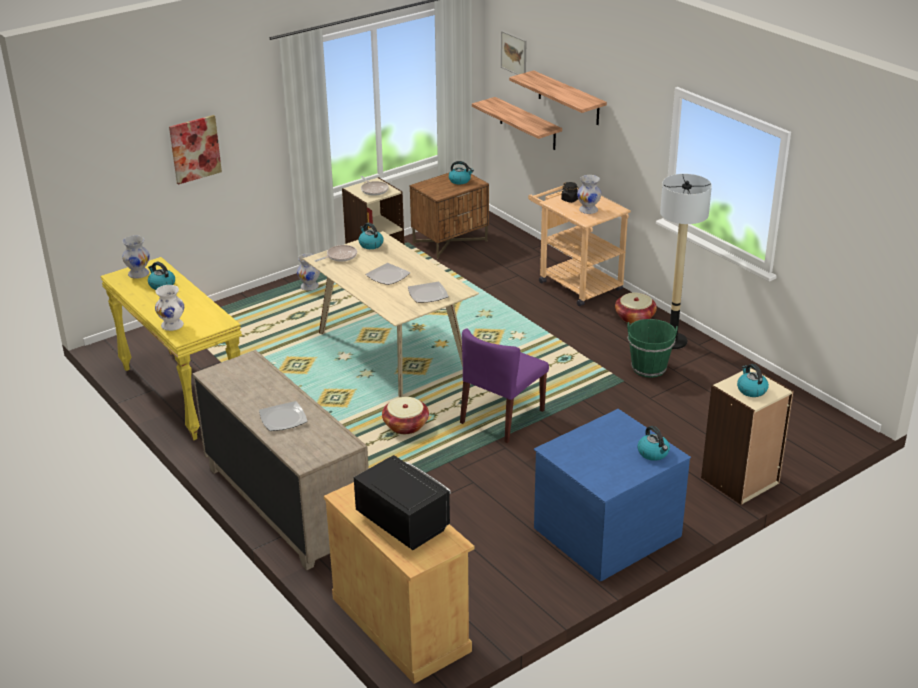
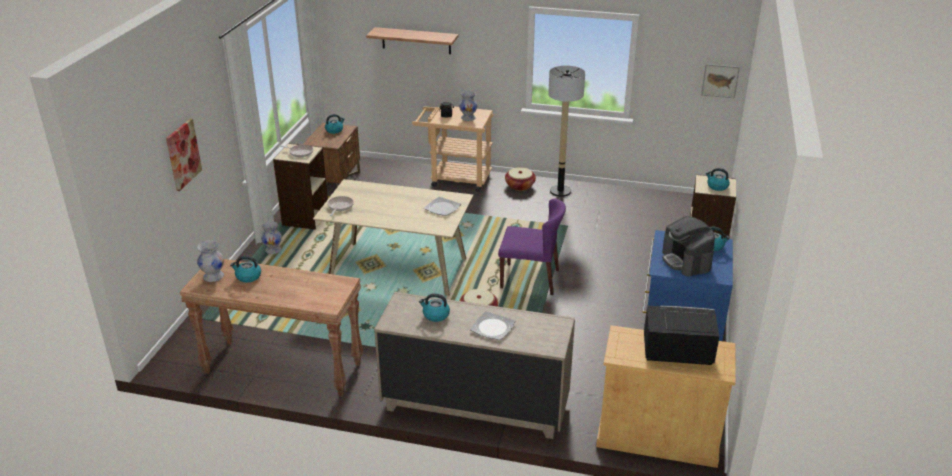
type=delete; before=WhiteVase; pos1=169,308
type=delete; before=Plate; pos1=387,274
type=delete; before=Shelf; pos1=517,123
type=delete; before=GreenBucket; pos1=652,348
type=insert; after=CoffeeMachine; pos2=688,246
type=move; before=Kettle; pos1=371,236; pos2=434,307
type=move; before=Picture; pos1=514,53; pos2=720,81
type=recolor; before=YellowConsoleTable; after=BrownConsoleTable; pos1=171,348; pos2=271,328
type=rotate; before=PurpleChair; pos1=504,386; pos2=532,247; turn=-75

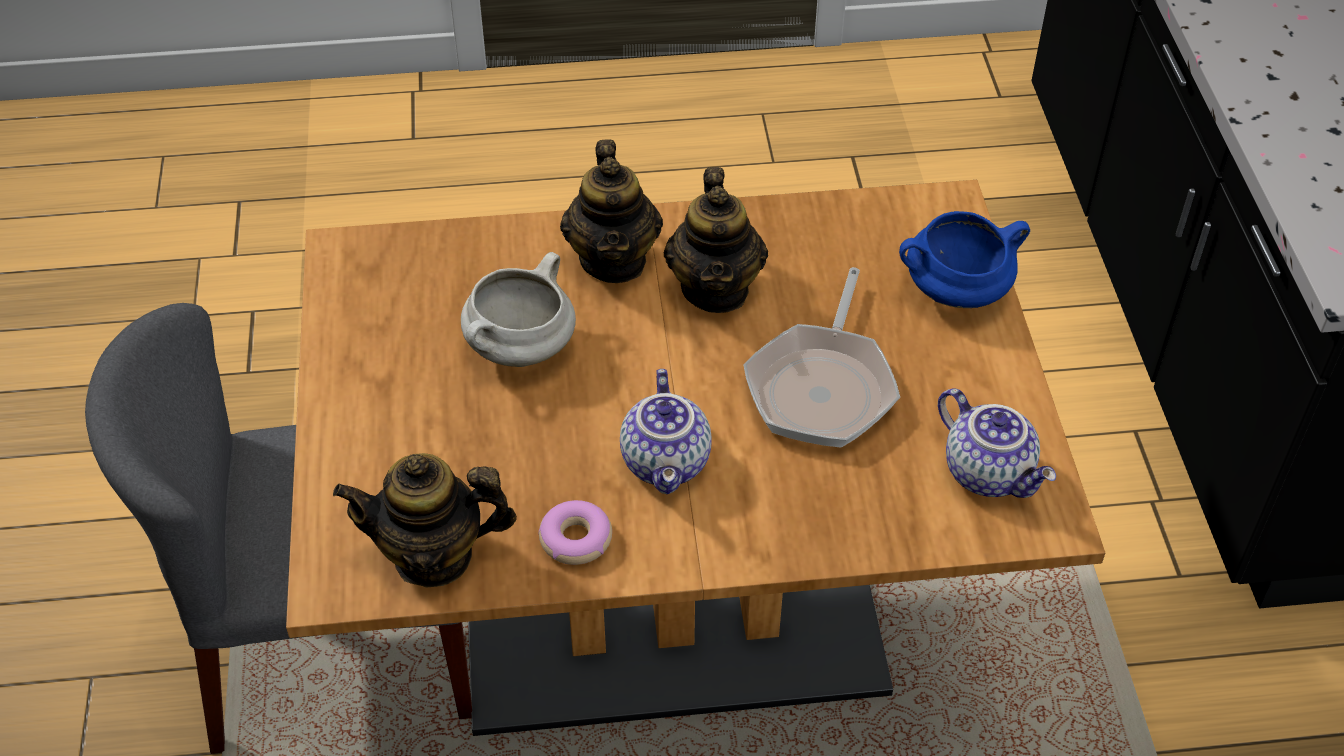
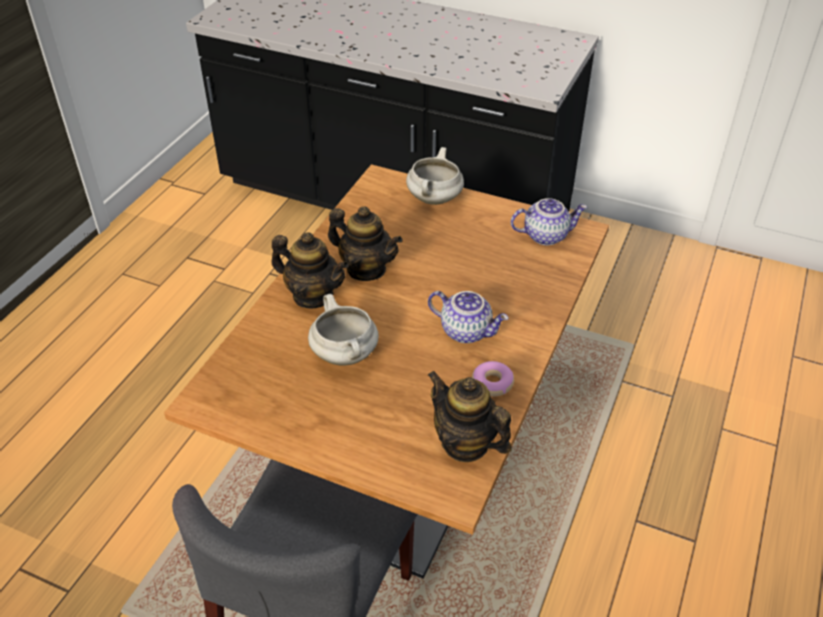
type=delete; before=FryingPan; pos1=822,357
type=recolor; before=BlueCookingPot; after=WhiteCookingPot; pos1=964,259; pos2=435,176
type=rotate; before=Teapot; pos1=425,520; pos2=469,416; turn=105

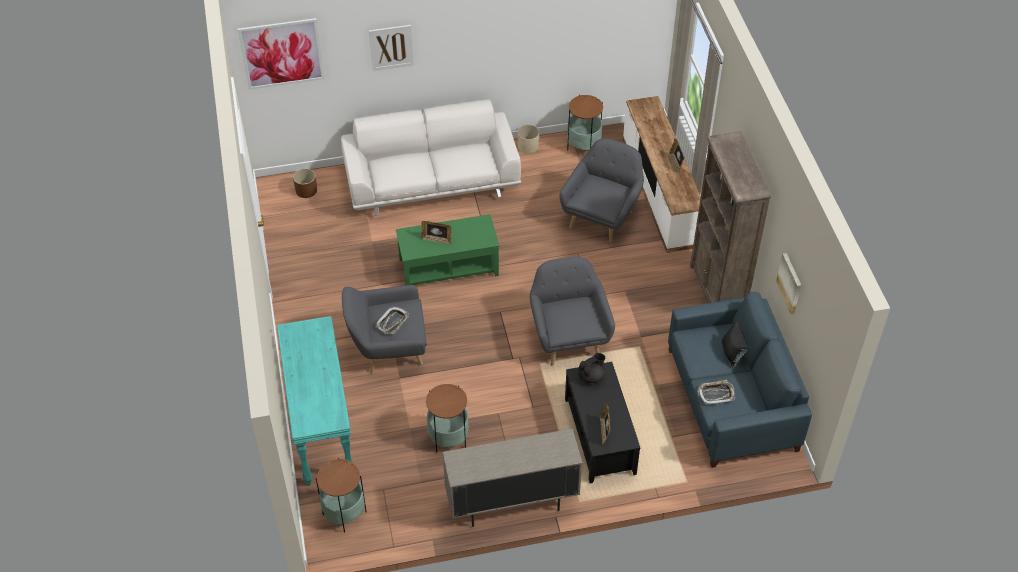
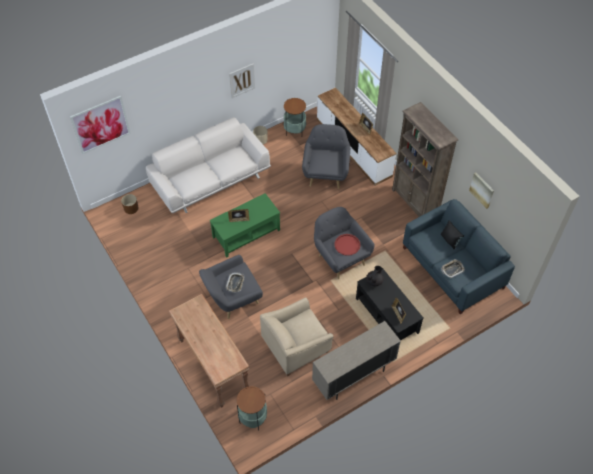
type=insert; after=RedTray; pos2=347,245
type=move; before=Picture; pos1=391,48; pos2=242,81
type=replace; before=SideTable; after=BeigeArmchair; pos1=447,418; pos2=296,336
type=recolor; before=TurquoiseConsoleTable; after=BrownConsoleTable; pos1=315,401; pos2=209,351

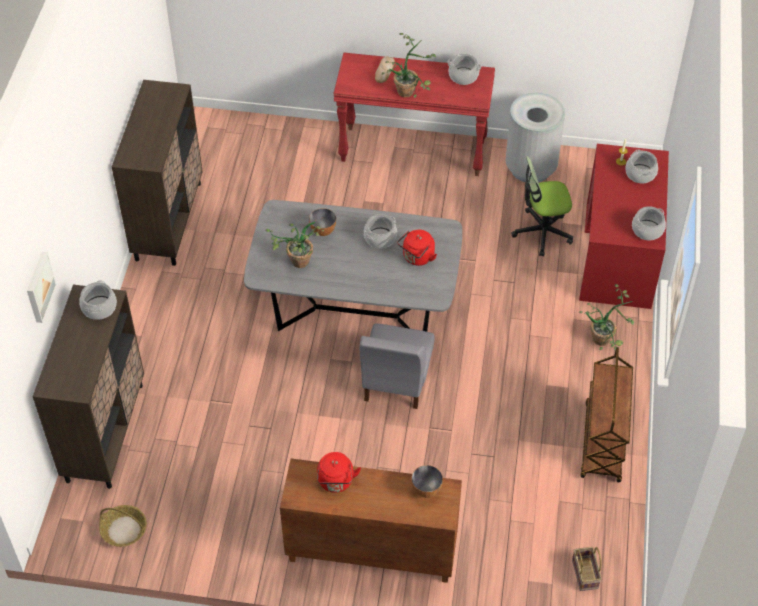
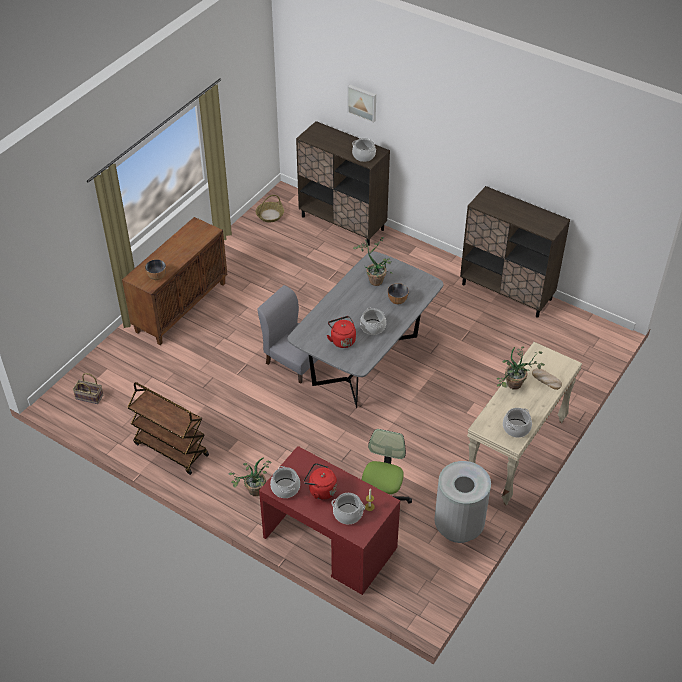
type=move; before=RedKettle; pos1=339,472; pos2=320,481
type=recolor; before=RedConsoleTable; after=BeigeConsoleTable; pos1=414,114; pos2=524,424

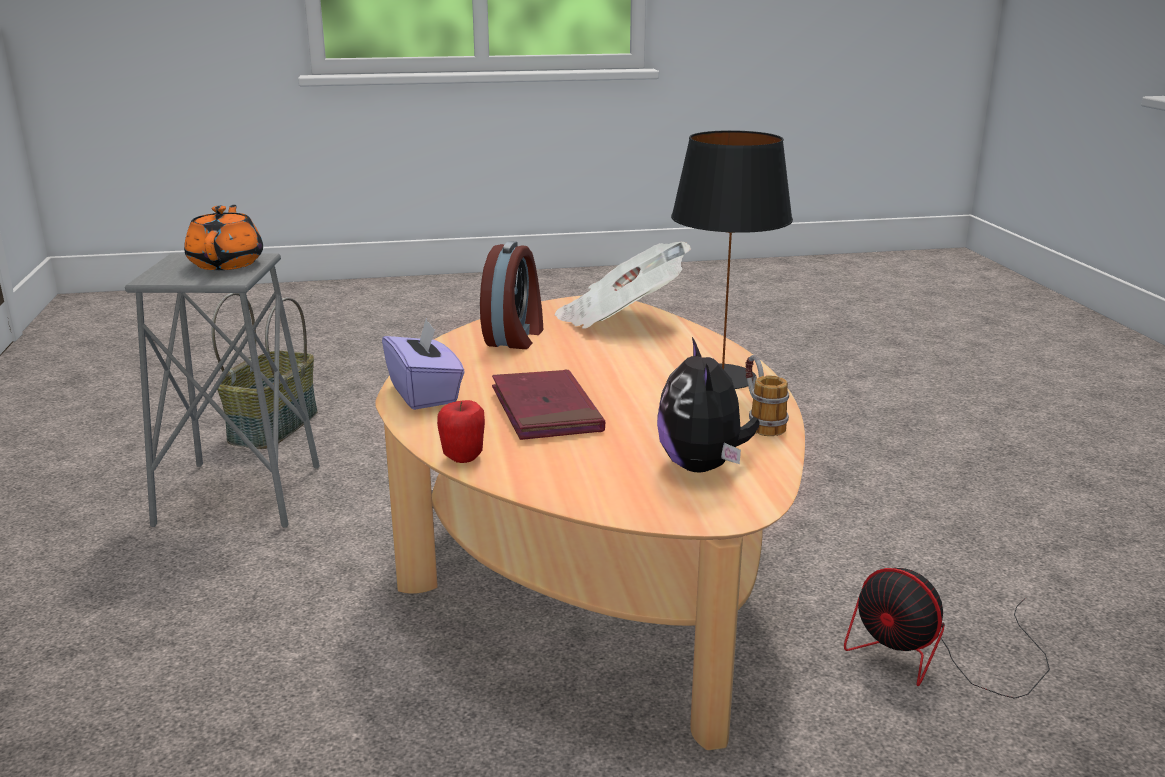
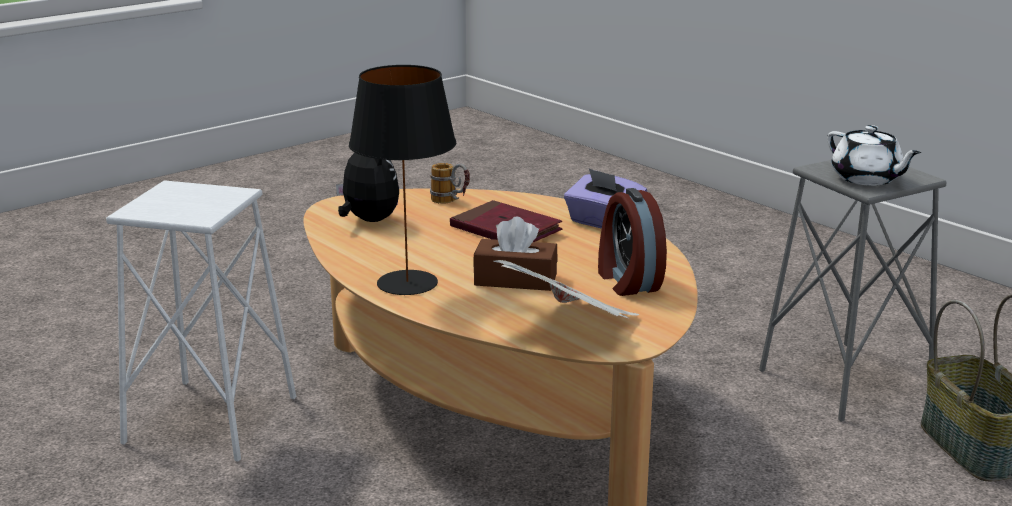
type=delete; before=Apple; pos1=461,431
type=insert; after=BrownTissueBox; pos2=515,254
type=move; before=Mug; pos1=767,395; pos2=450,183
type=replace; before=Fan; after=WhiteStool; pos1=947,633; pos2=201,321
type=recolor; before=OrangeTeapot; after=WhiteTeapot; pos1=223,237; pos2=874,155

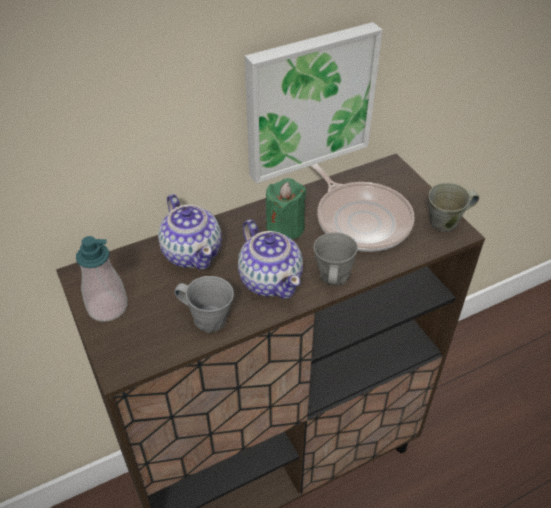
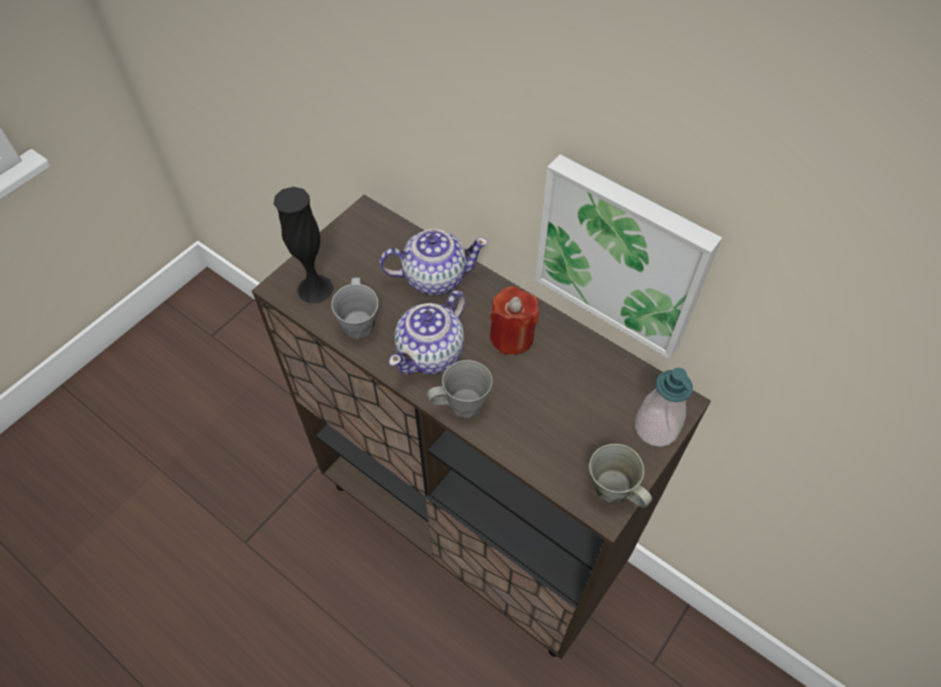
type=delete; before=FryingPan; pos1=362,208
type=insert; after=BlackVase; pos2=304,245
type=move; before=SoapDispenser; pos1=101,279; pos2=664,407
type=recolor; before=GreenCandle; after=RedCandle; pos1=286,208; pos2=514,321
type=rotate; before=Teapot; pos1=190,232; pos2=433,262; turn=-135

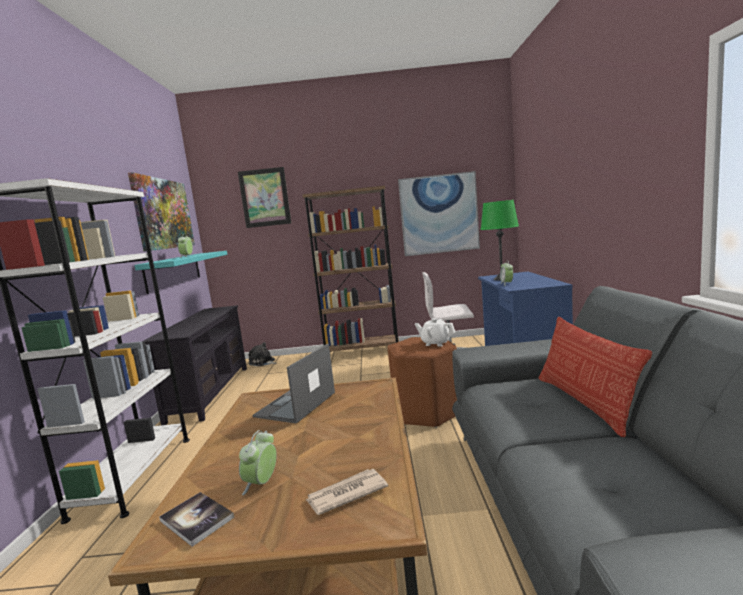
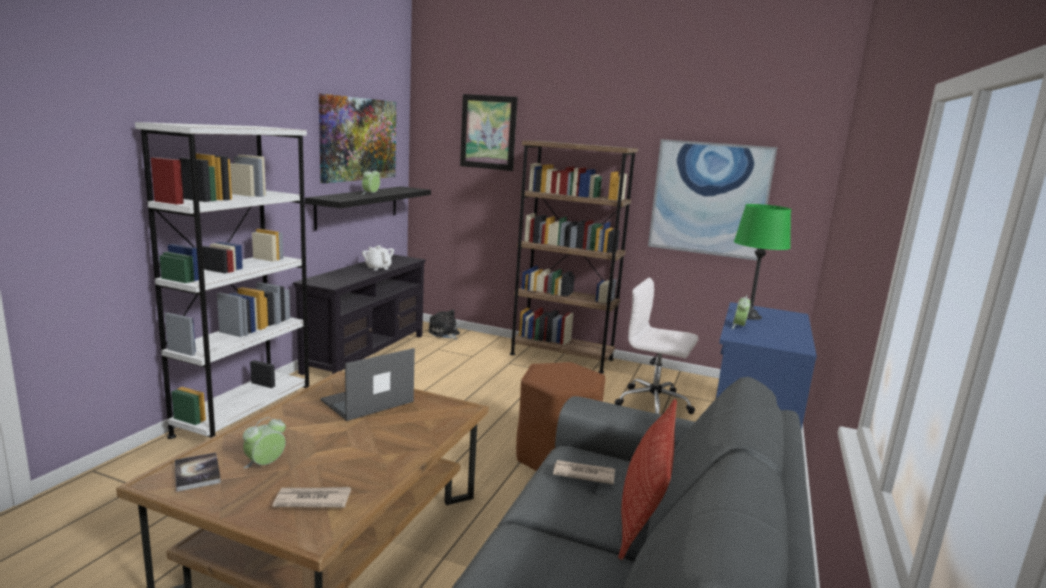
type=insert; after=Newspaper; pos2=584,472
type=move; before=WhiteTeapot; pos1=435,332; pos2=378,258
type=recolor; before=TurquoiseShelf; after=BlackShelf; pos1=181,272; pos2=368,209

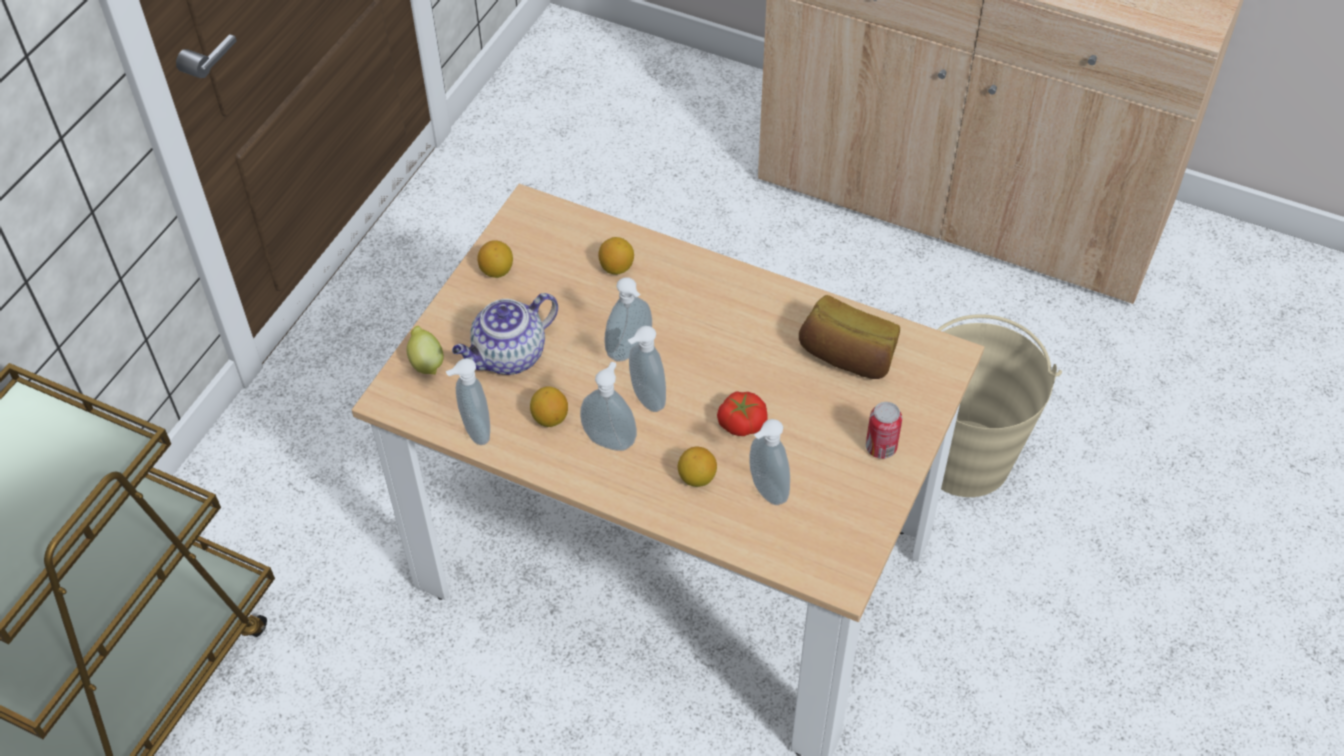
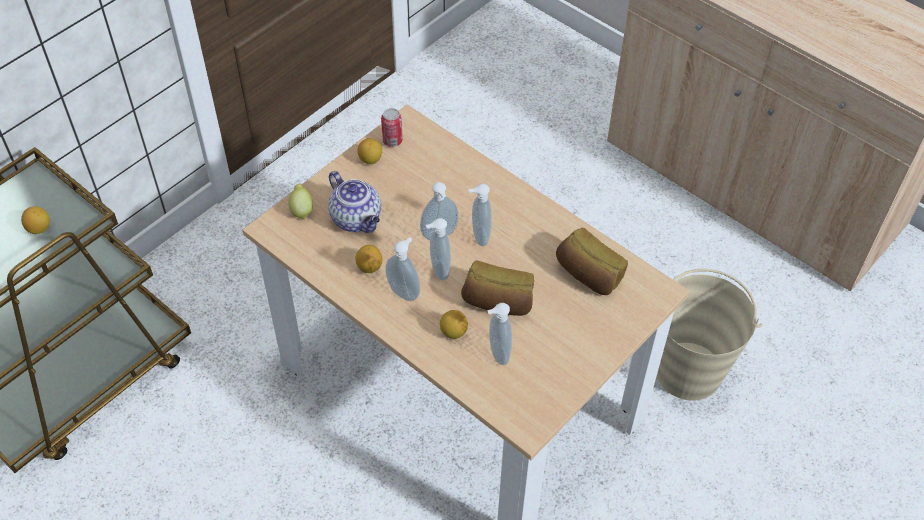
type=move; before=SoapDispenser; pos1=467,401; pos2=480,215
type=move; before=Lemon; pos1=616,256; pos2=35,220
type=move; before=Can; pos1=884,430; pos2=392,127
type=replace; before=Tomato; after=Bread; pos1=742,413; pos2=497,288
type=rotate; before=Teapot; pos1=505,334; pos2=354,202; turn=-105

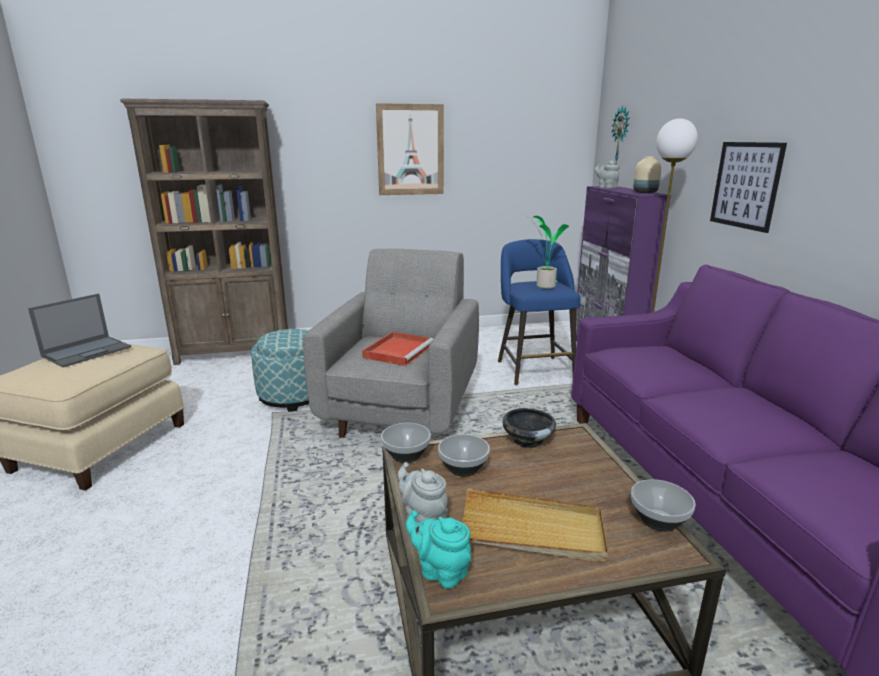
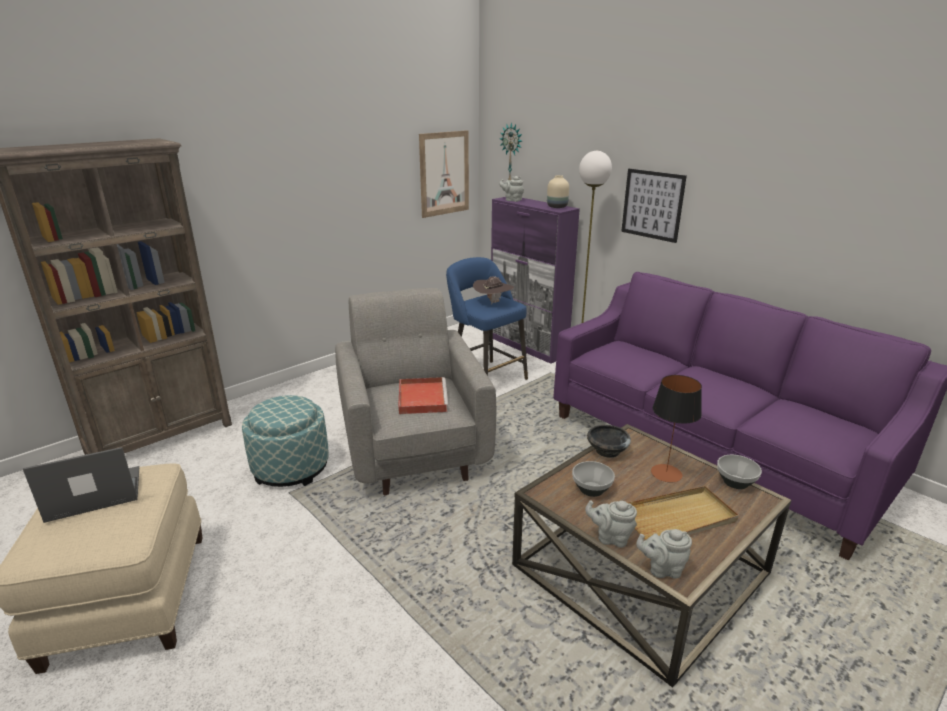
type=delete; before=Bowl; pos1=406,443
type=insert; after=TableLamp; pos2=676,428
type=move; before=Picture; pos1=410,149; pos2=444,174
type=replace; before=PottedPlant; after=BrownHat; pos1=548,252; pos2=493,290
type=recolor; before=TurquoiseTeapot; after=GreyTeapot; pos1=438,549; pos2=664,554
type=rotate; before=Laptop; pos1=79,330; pos2=81,485; turn=-120

